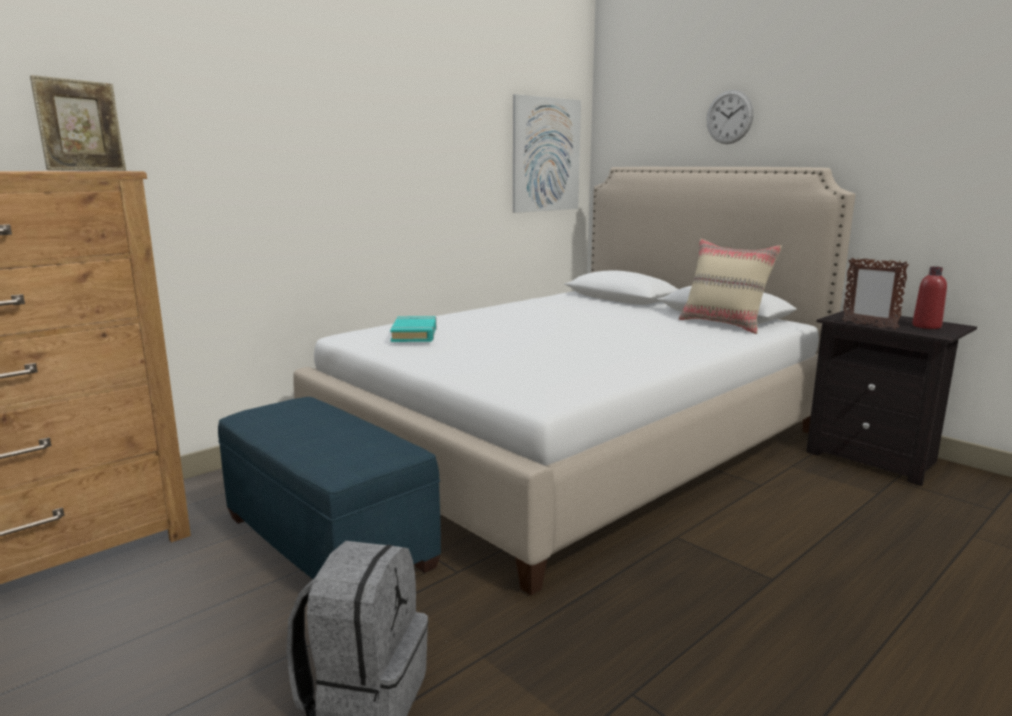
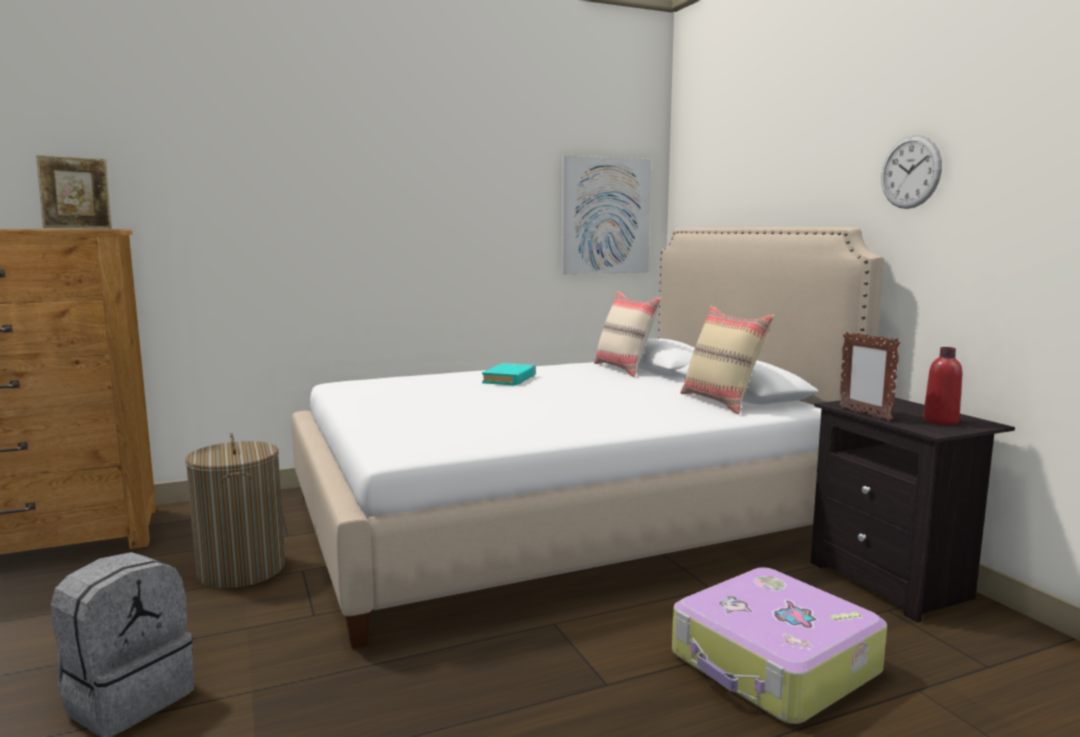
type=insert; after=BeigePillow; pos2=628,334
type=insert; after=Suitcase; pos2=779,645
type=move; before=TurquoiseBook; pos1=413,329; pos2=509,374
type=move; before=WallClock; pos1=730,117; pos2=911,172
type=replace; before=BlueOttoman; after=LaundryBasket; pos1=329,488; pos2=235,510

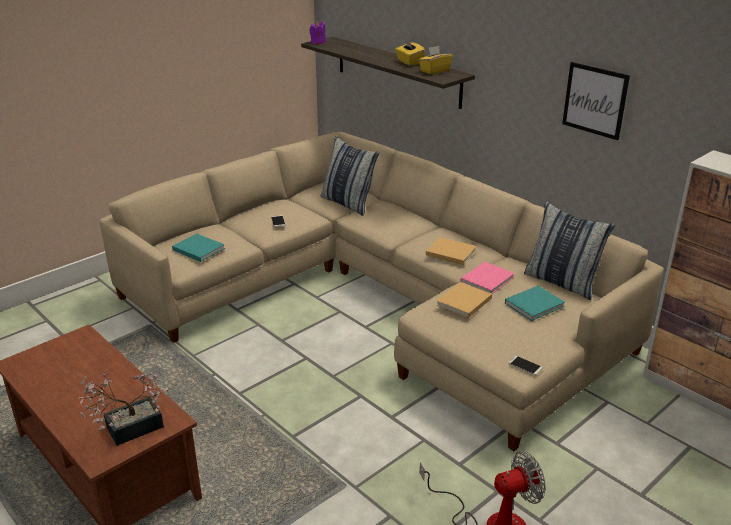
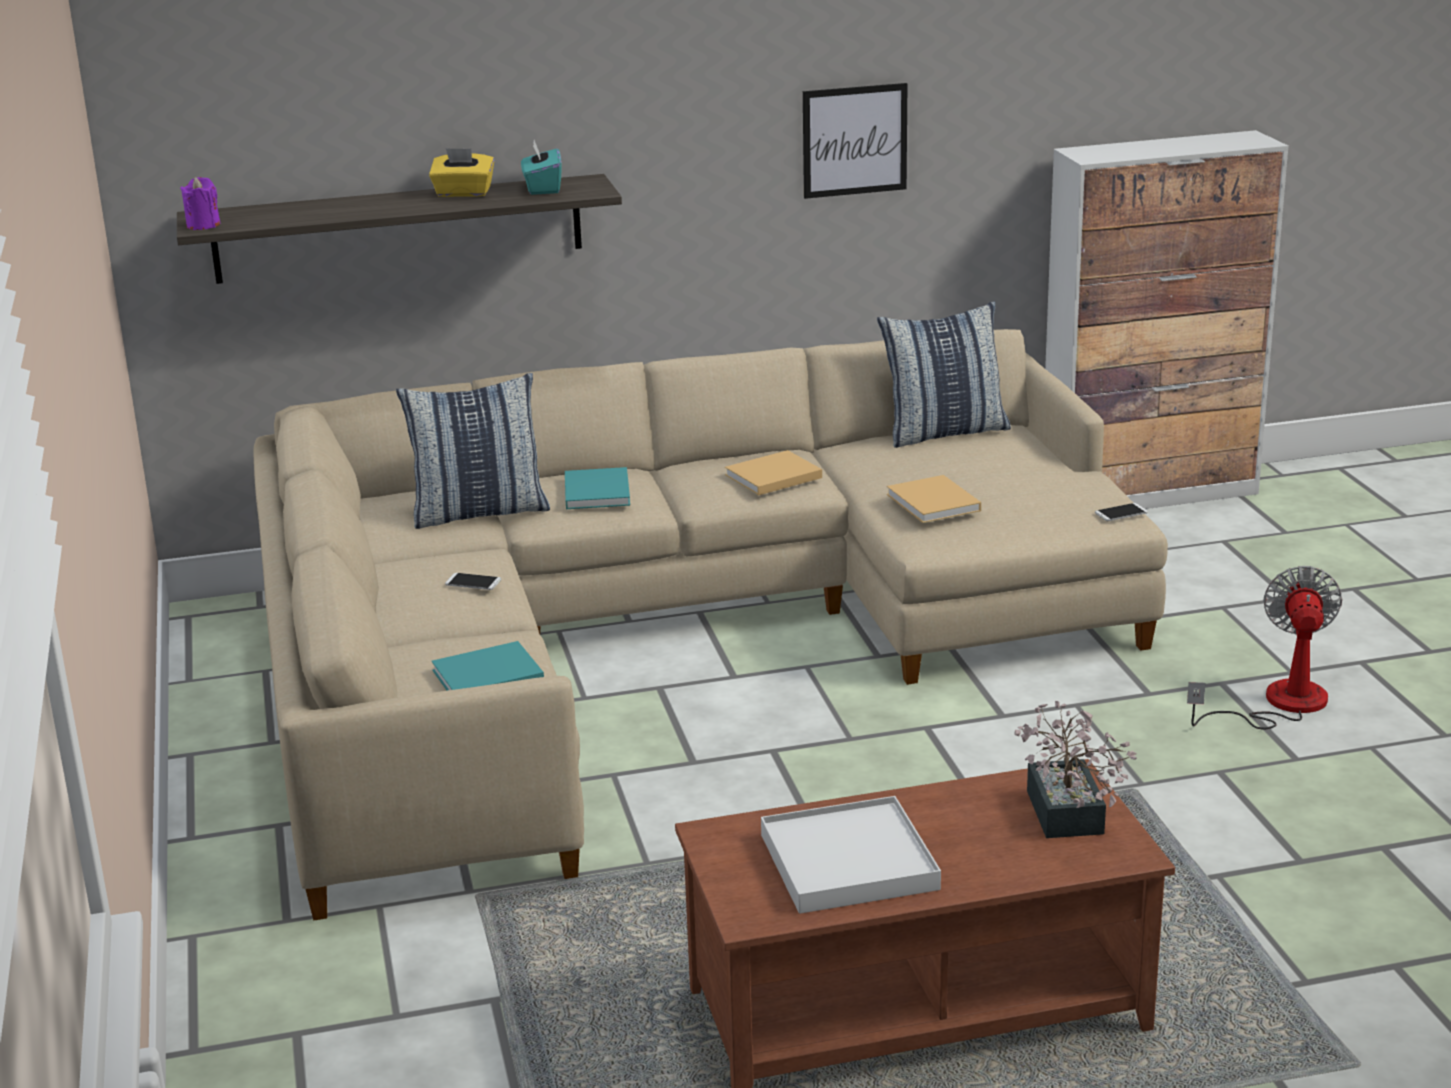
type=delete; before=PinkBook; pos1=487,278
type=insert; after=WhiteTray; pos2=851,855
type=move; before=TurquoiseBook; pos1=535,303; pos2=597,488
type=recolor; before=YellowTissueBox; after=TurquoiseTissueBox; pos1=435,60; pos2=541,167

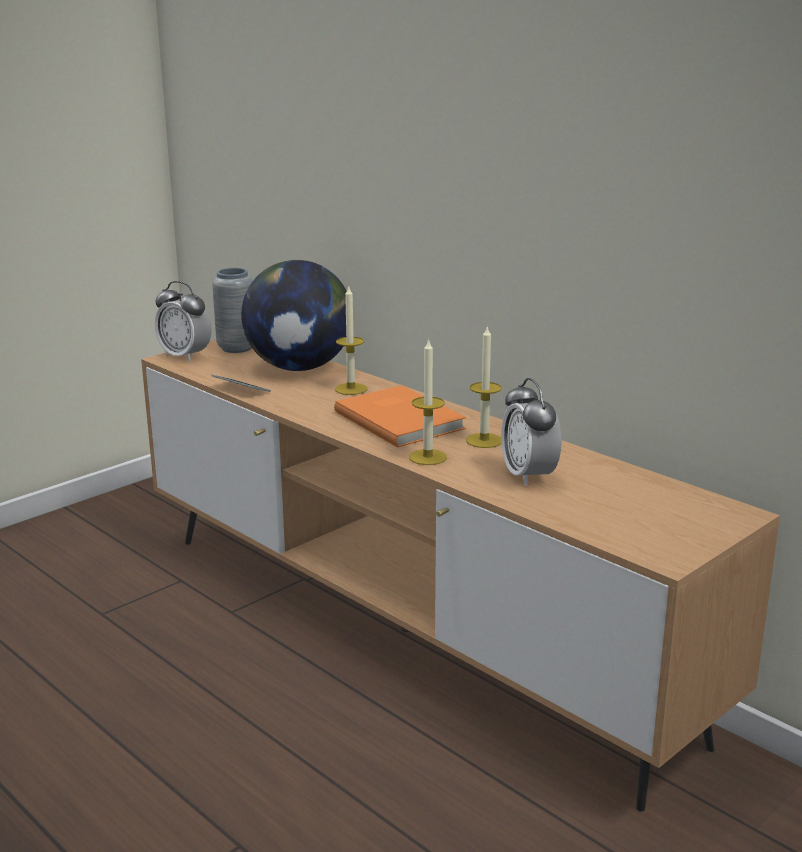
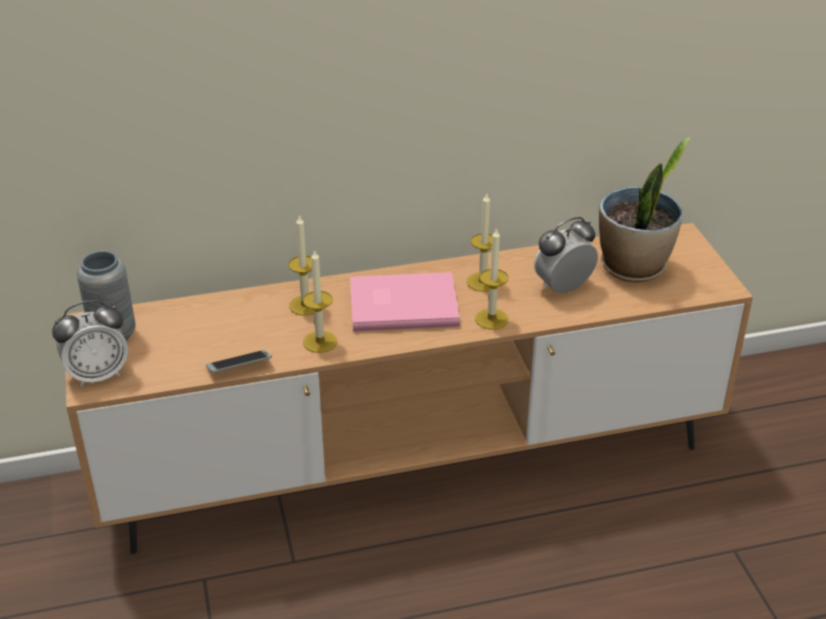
type=delete; before=Globe; pos1=294,315
type=insert; after=Candle; pos2=320,301
type=insert; after=PottedPlant; pos2=645,210
type=recolor; before=OrangeBook; after=PinkBook; pos1=400,416; pos2=405,302
type=rotate; before=AlarmClock; pos1=531,432; pos2=566,255; turn=135

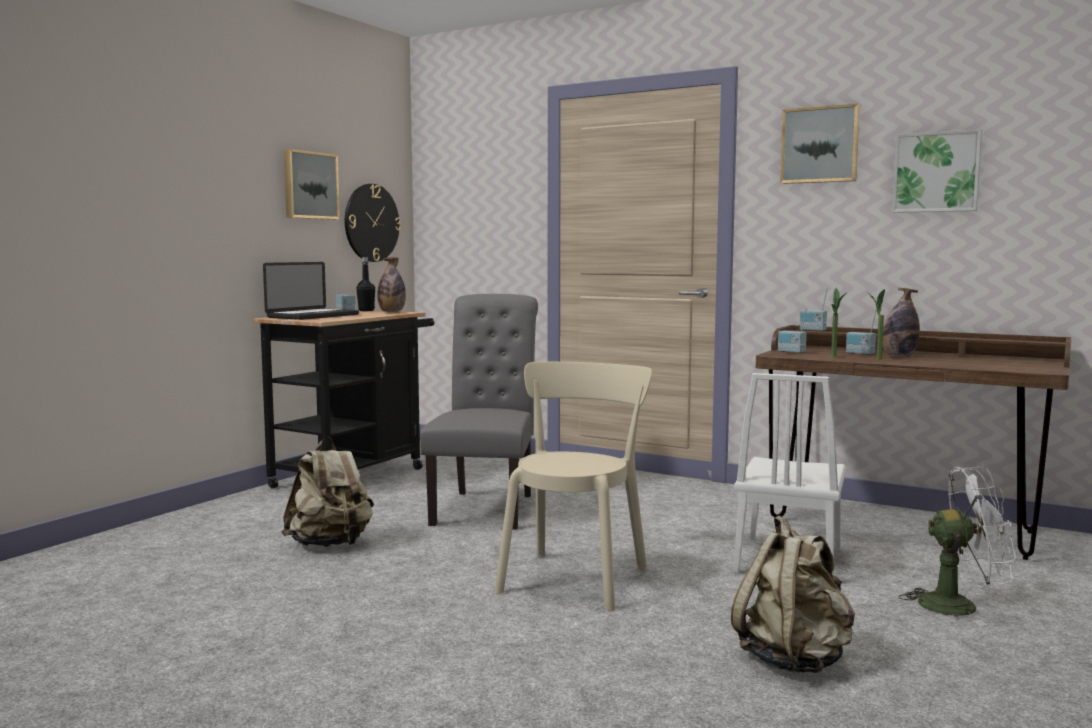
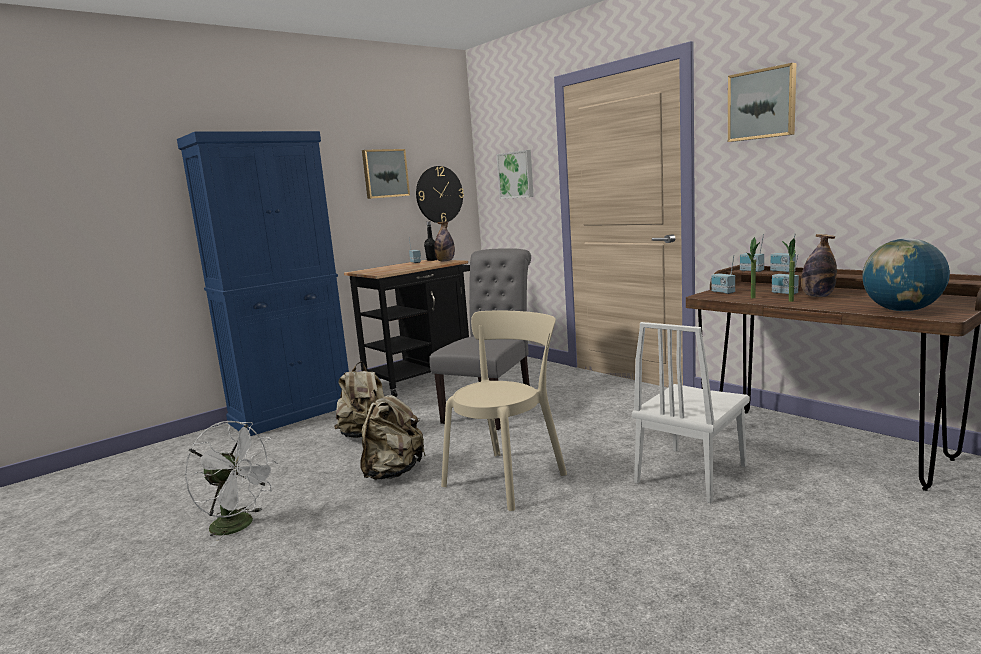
type=delete; before=Laptop; pos1=311,291
type=insert; after=BlueCabinet; pos2=263,283
type=insert; after=Radio; pos2=783,253
type=insert; after=Globe; pos2=906,274
type=move; before=BeigeBackpack; pos1=793,594; pos2=393,435
type=move; before=Picture; pos1=937,171; pos2=515,174
type=move; before=WhiteFan; pos1=958,546; pos2=231,483

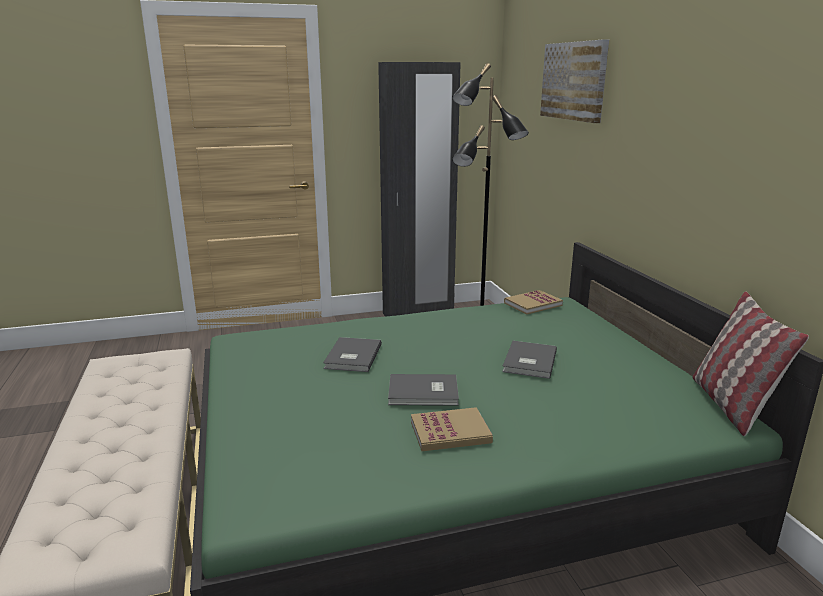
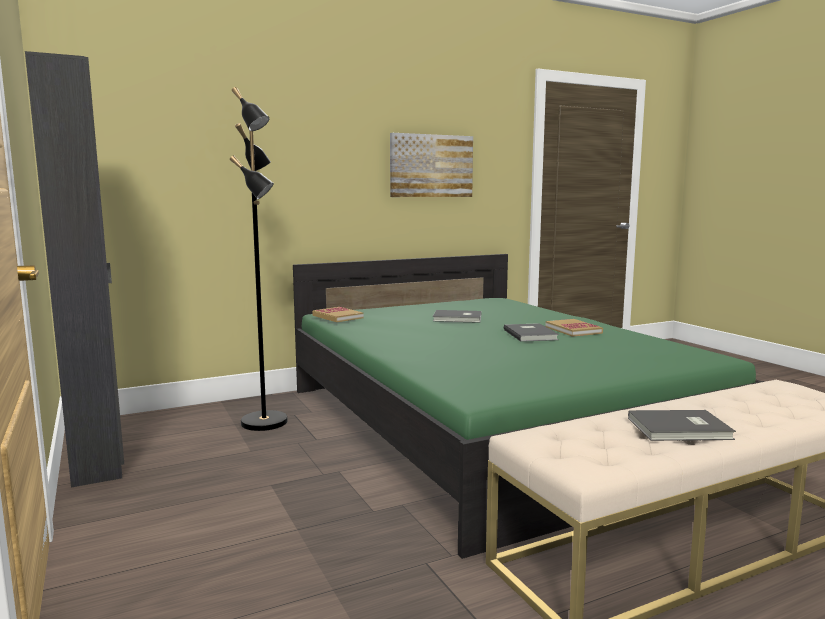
type=delete; before=Pillow; pos1=750,364
type=move; before=GreyBook; pos1=352,354; pos2=682,425
type=move; before=Picture; pos1=574,81; pos2=431,165

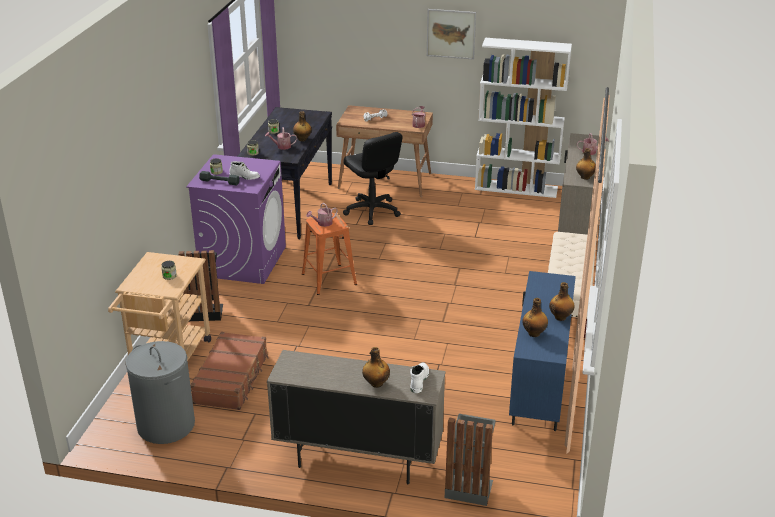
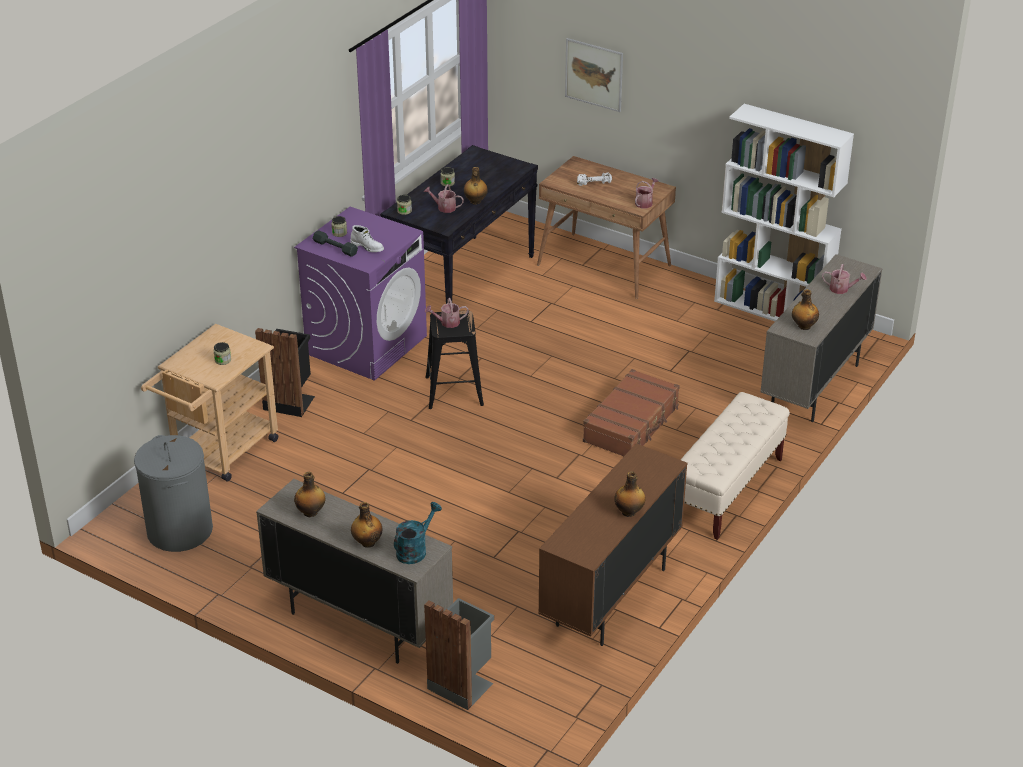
type=delete; before=BlackOfficeChair; pos1=373,178
type=move; before=BrownSuitcase; pos1=229,371; pos2=631,412
type=move; before=Picture; pos1=451,34; pos2=594,75
type=move; before=Bottle; pos1=535,317; pos2=309,494
type=replace; before=WhiteBoot; after=TurquoiseWateringCan; pos1=419,378; pos2=418,533
type=recolor; before=OrangeStool; after=BlackStool; pos1=329,254; pos2=454,359
type=recolor; before=BlueCabinet; after=BrownCabinet; pos1=542,351; pos2=612,545

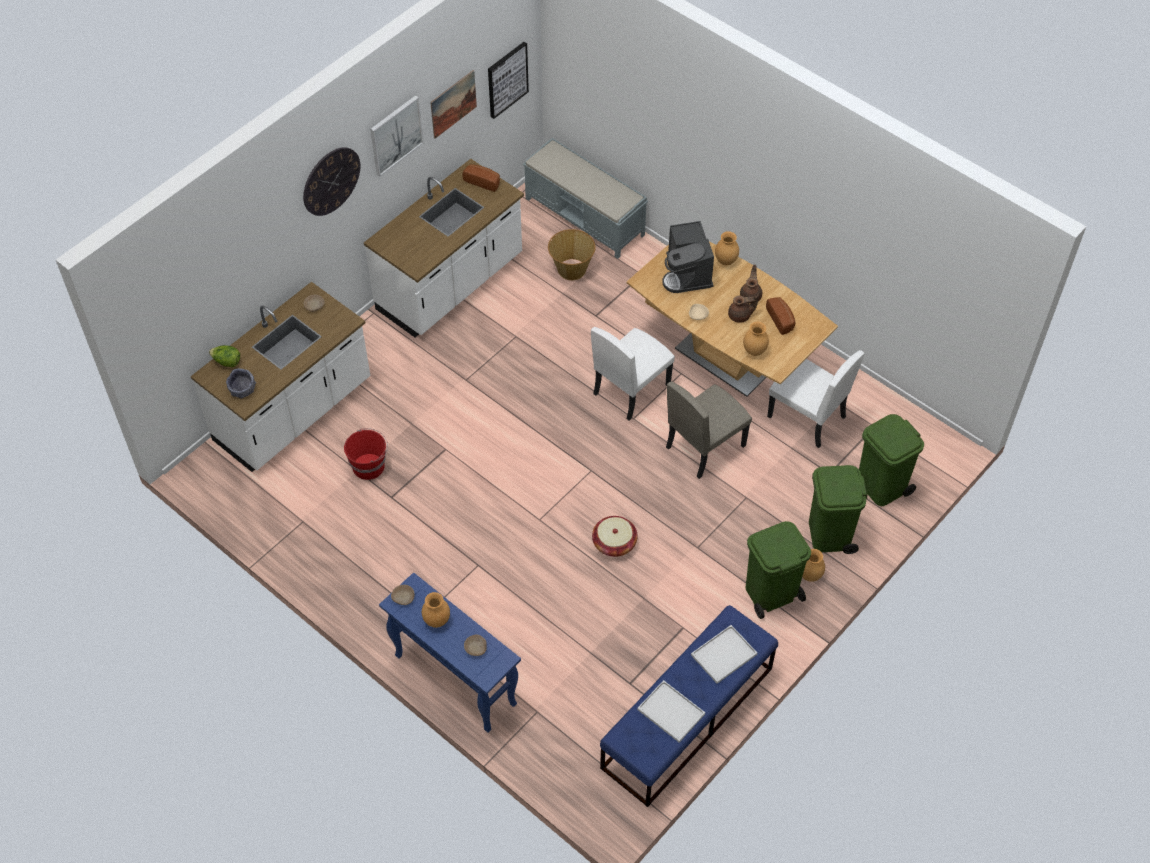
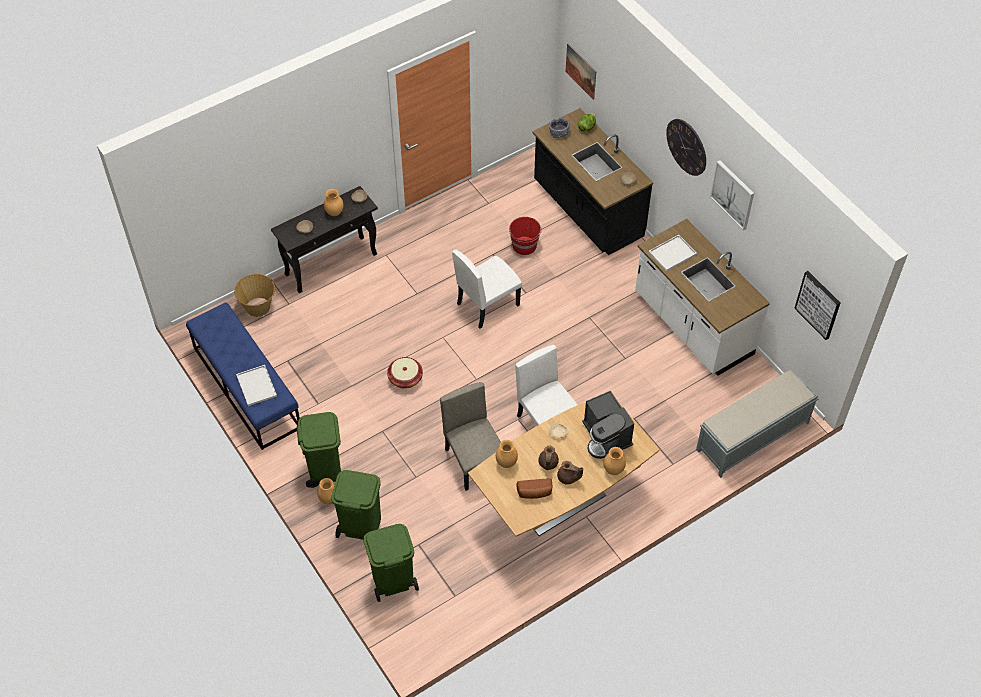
type=delete; before=Bread; pos1=481,178
type=move; before=Picture; pos1=453,104; pos2=581,71
type=move; before=Basket; pos1=572,254; pos2=254,295
type=move; before=WhiteTray; pos1=671,711; pos2=672,253
type=move; before=WhiteChair; pos1=816,399; pos2=487,289
type=recolor; before=WhiteCounter; after=BlackCounter; pos1=280,377; pos2=592,181
type=recolor; before=BlueConsoleTable; after=BlackConsoleTable; pos1=450,652; pos2=324,239
type=rotate; before=CoffeeMachine; pos1=688,257; pos2=608,425; turn=-120

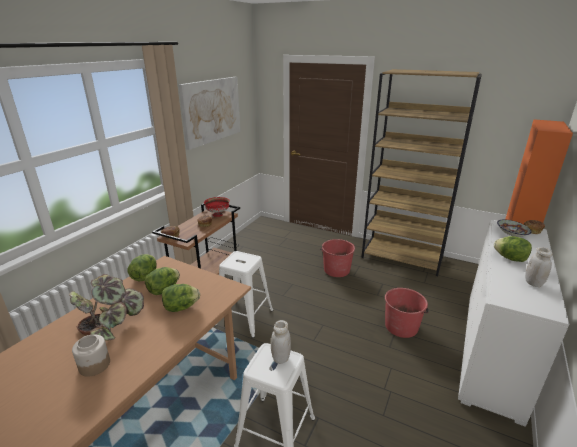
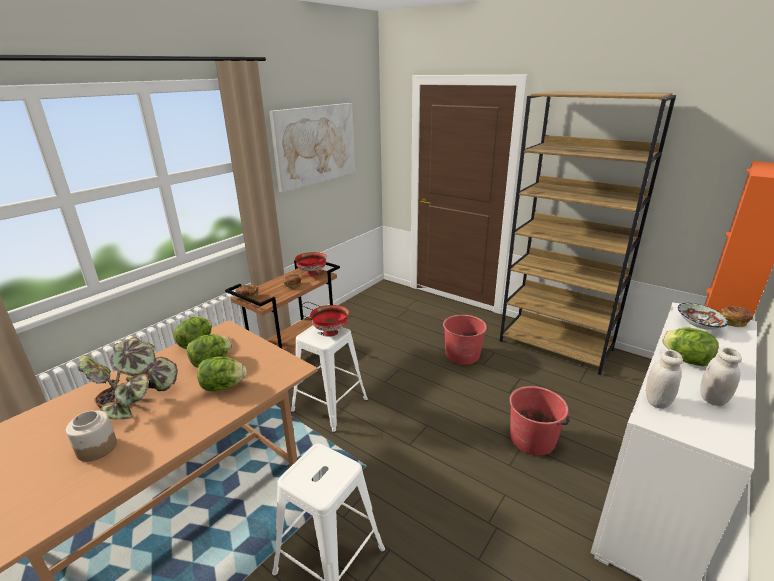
type=insert; after=RedBowl; pos2=329,320
type=move; before=WhiteJar; pos1=281,342; pos2=664,379

